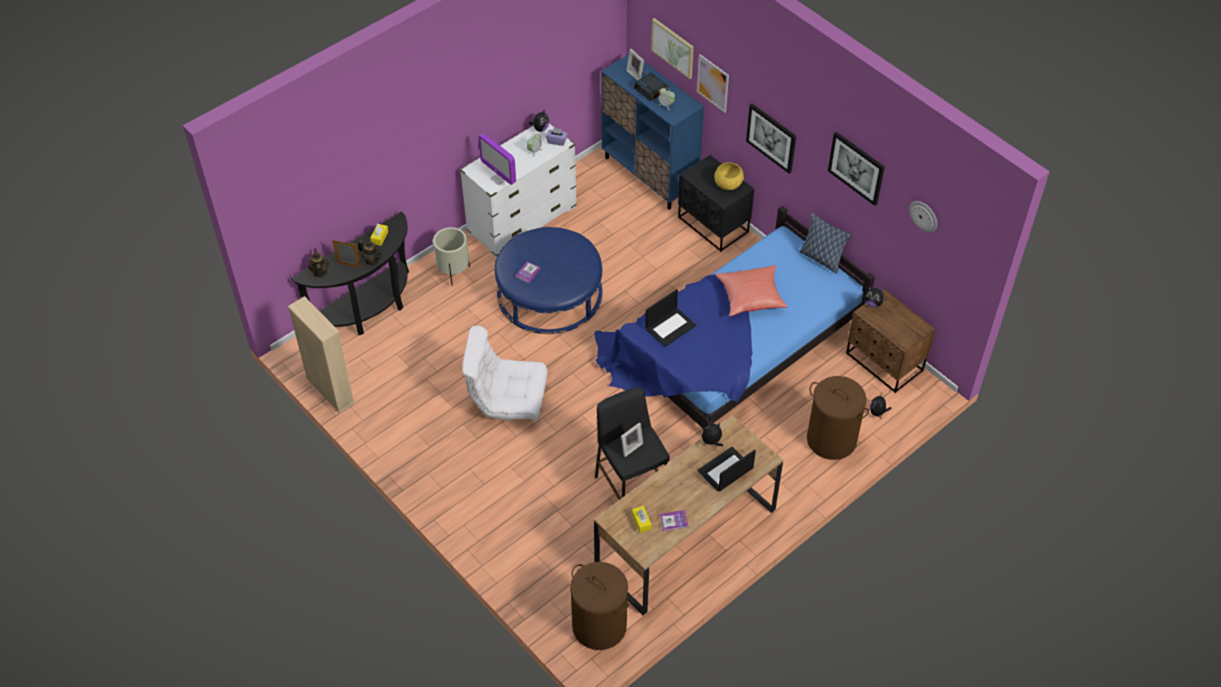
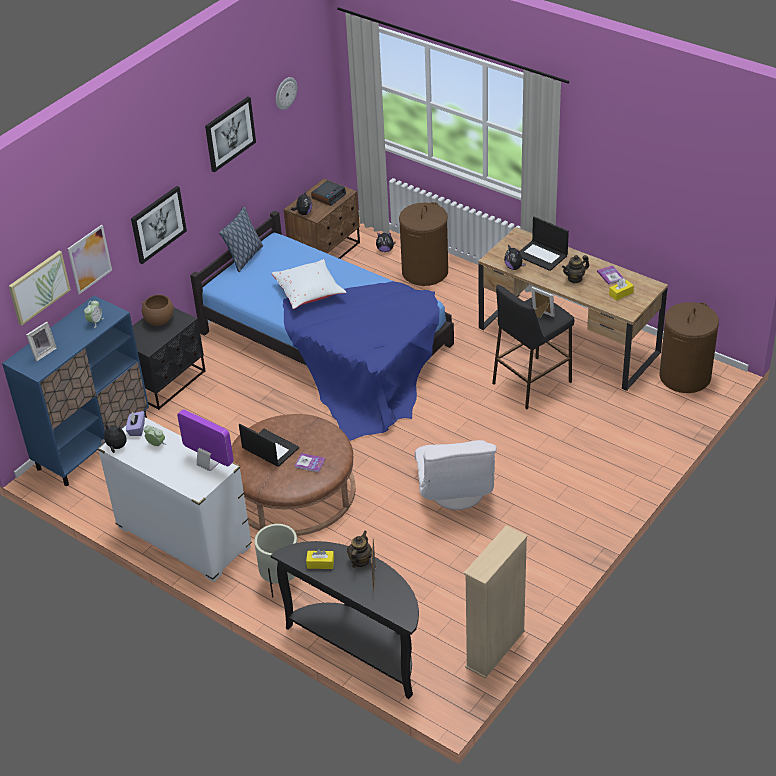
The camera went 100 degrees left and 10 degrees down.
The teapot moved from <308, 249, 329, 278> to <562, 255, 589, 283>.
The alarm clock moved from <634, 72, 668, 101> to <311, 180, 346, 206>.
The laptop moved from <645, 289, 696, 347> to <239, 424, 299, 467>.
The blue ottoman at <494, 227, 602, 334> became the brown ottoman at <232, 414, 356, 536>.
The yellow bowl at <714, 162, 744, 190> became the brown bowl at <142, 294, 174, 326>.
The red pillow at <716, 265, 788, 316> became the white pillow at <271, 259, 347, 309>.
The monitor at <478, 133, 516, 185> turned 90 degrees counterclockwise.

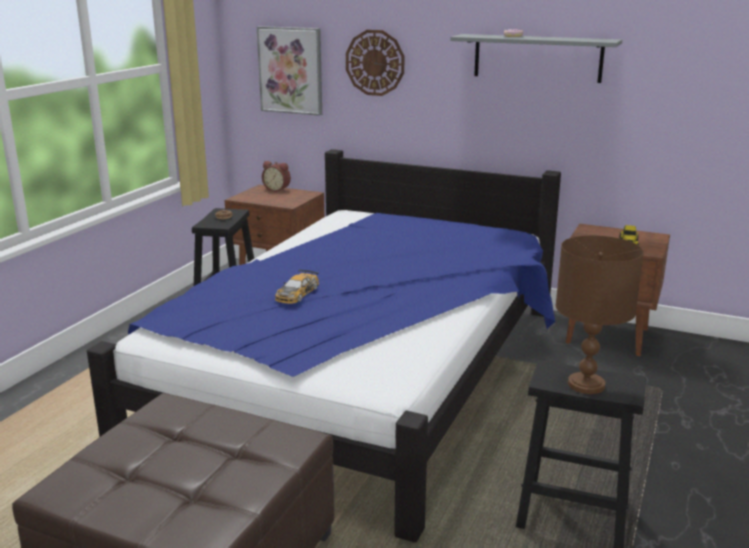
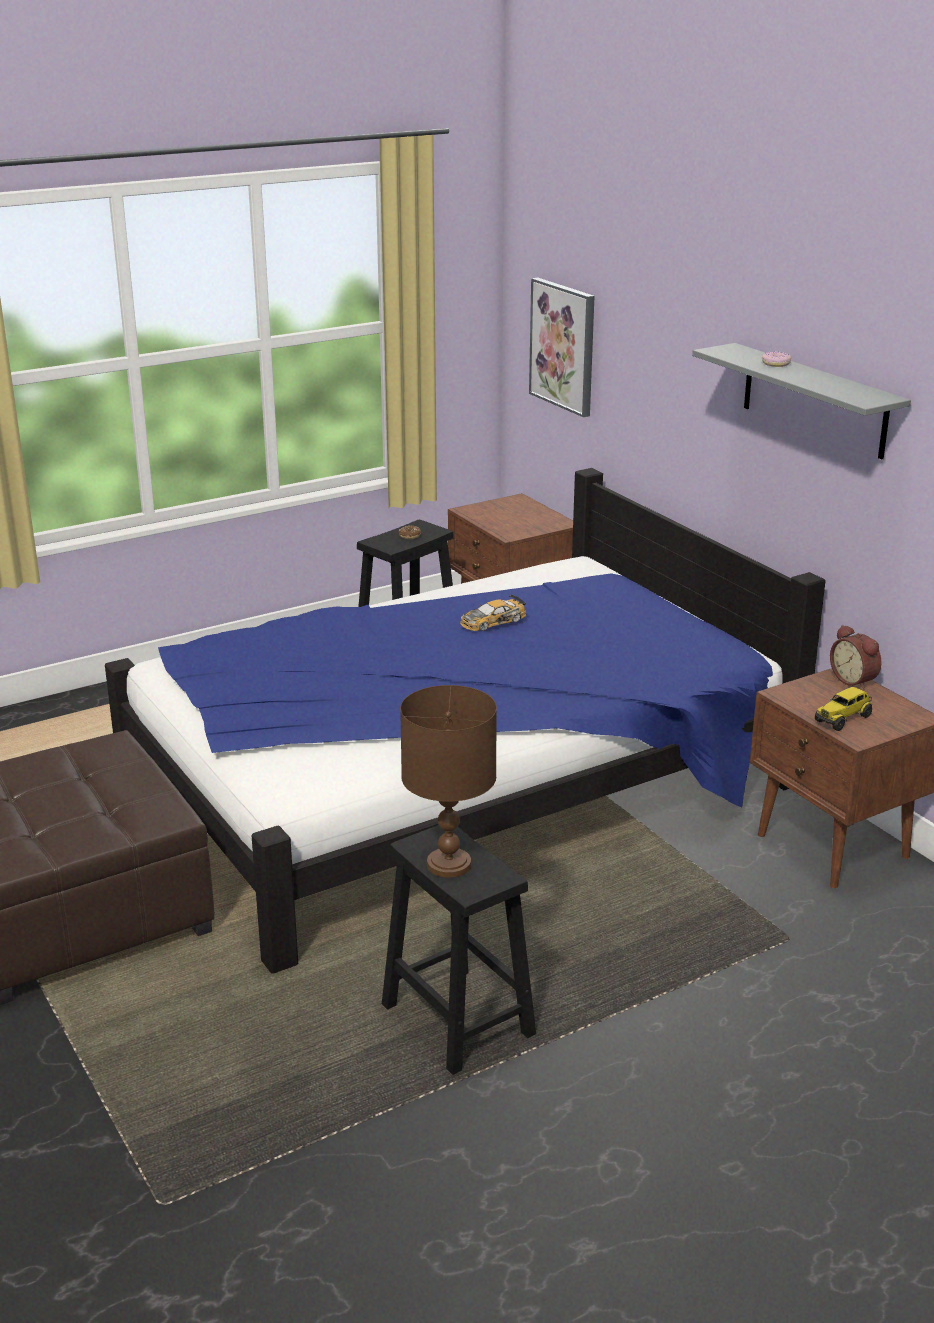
The camera went 35 degrees right and 5 degrees up.
The wall clock at <346, 30, 404, 96> disappeared.
The alarm clock moved from <262, 161, 291, 192> to <830, 625, 881, 690>.
The toy car moved from <275, 270, 319, 304> to <460, 595, 526, 631>.

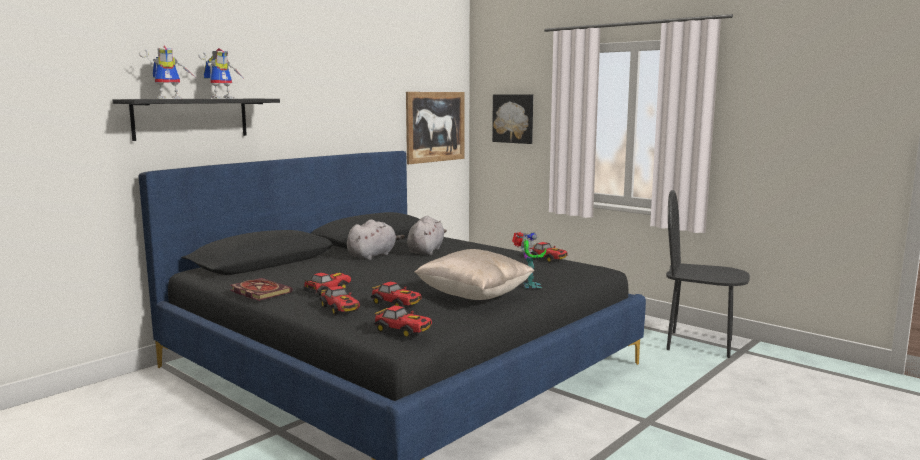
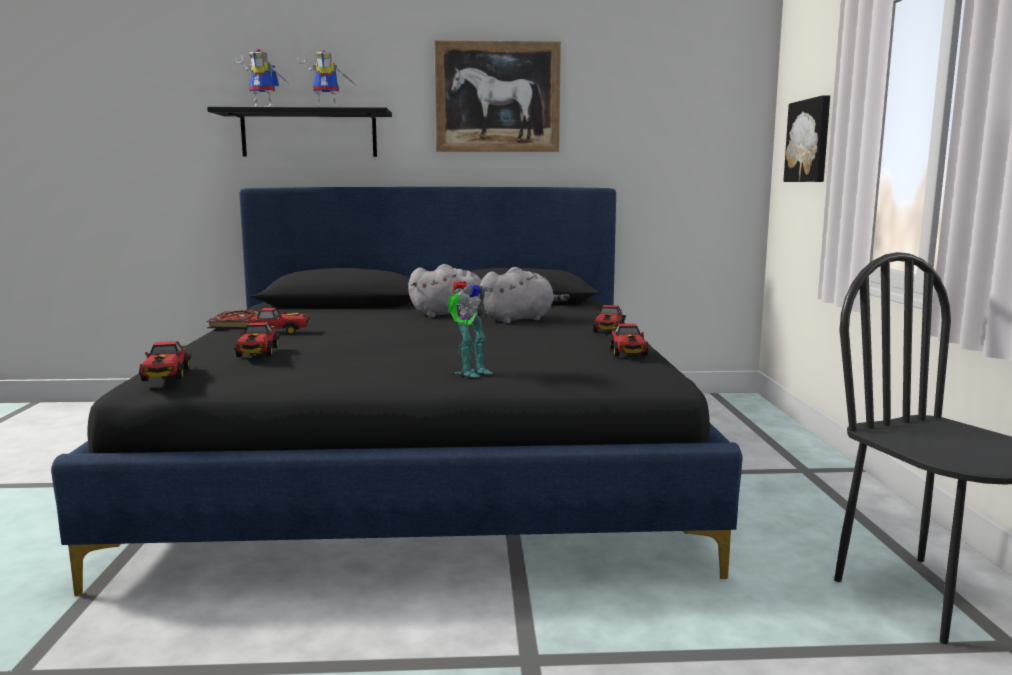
The camera went 45 degrees right and 0 degrees up.
The beige pillow at <414, 249, 534, 300> disappeared.
The toy car moved from <319, 286, 360, 315> to <593, 305, 626, 332>.
The picture moved from <406, 92, 465, 164> to <434, 40, 561, 152>.

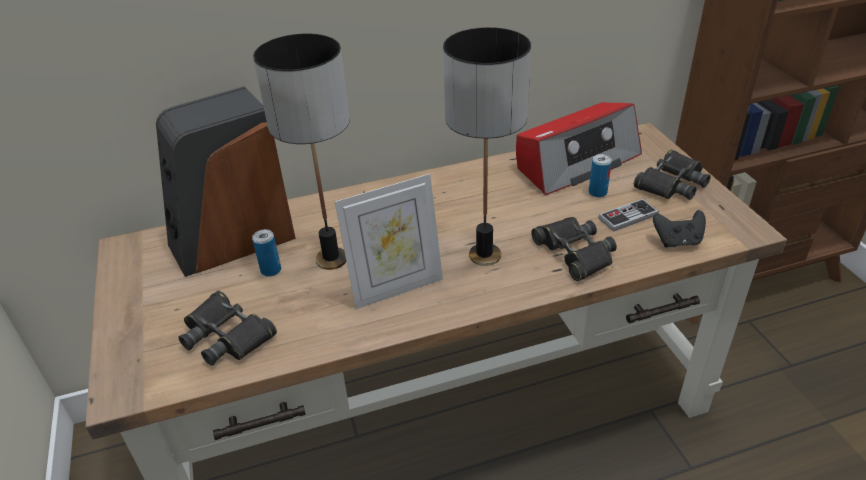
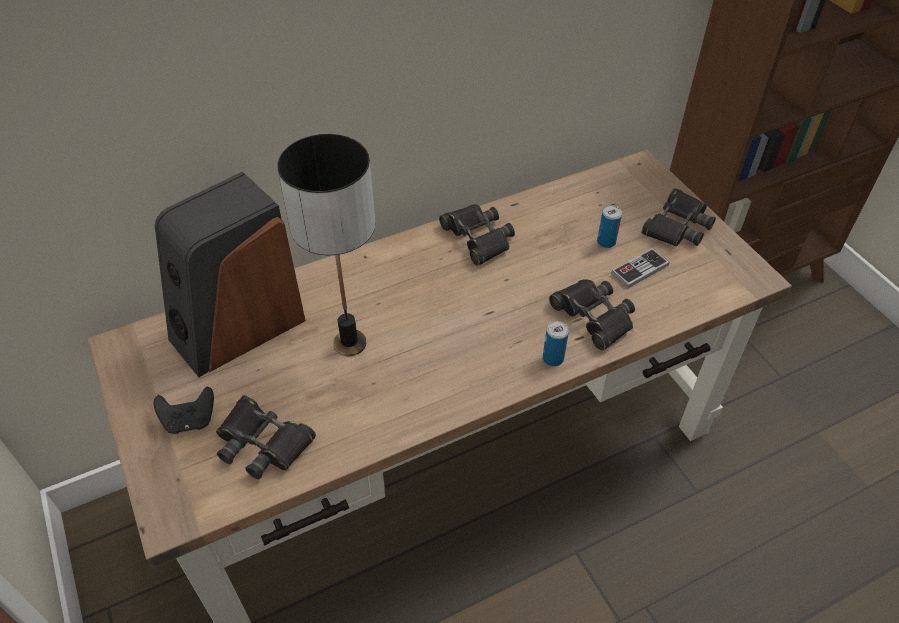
The camera went 10 degrees left and 10 degrees up.
The picture frame at <334, 174, 443, 309> disappeared.
The table lamp at <443, 27, 531, 266> disappeared.
The radio at <516, 102, 642, 195> disappeared.
The black binoculars at <439, 204, 515, 266> appeared.
The can moved from <252, 229, 281, 277> to <543, 321, 569, 366>.
The black game controller moved from <653, 210, 706, 247> to <153, 387, 214, 434>.

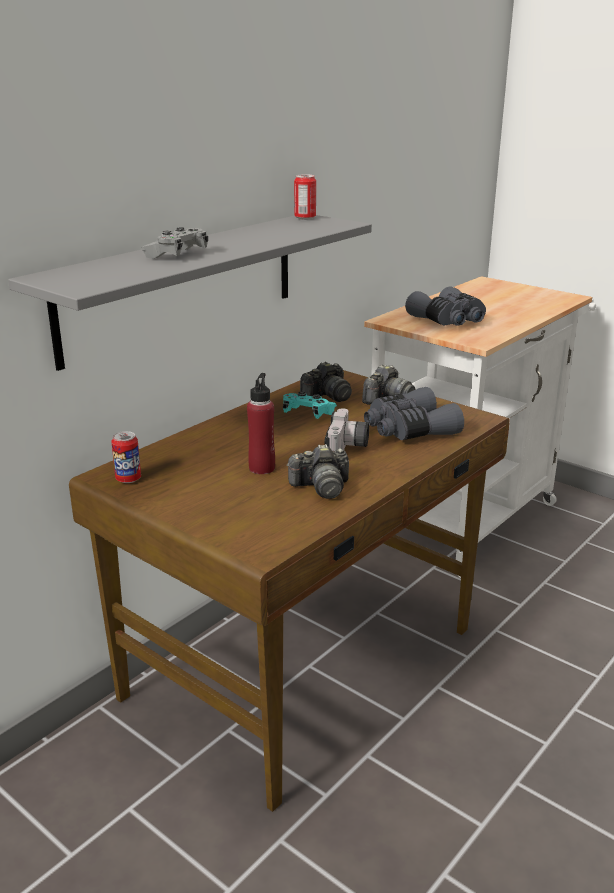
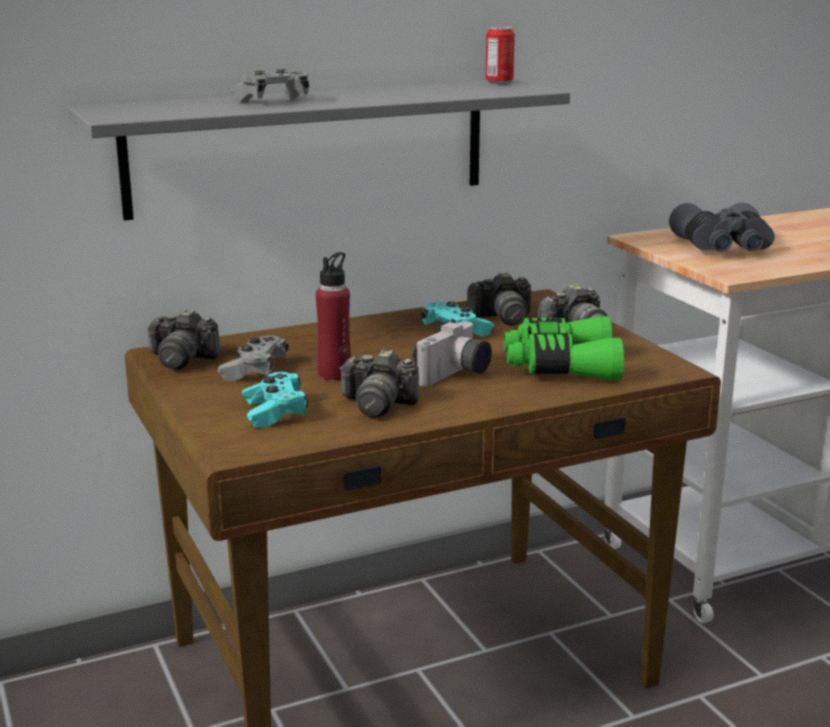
The camera went 25 degrees right and 5 degrees down.
The grey game controller at <218, 335, 289, 381> appeared.
The turquoise game controller at <242, 372, 308, 428> appeared.
The can at <111, 431, 141, 483> was replaced by the photo camera at <147, 309, 221, 369>.
The grey binoculars at <364, 387, 464, 440> became the green binoculars at <504, 316, 624, 381>.

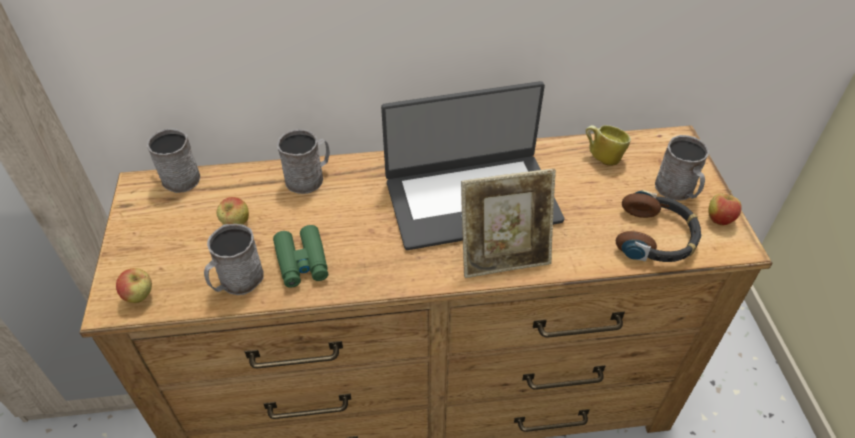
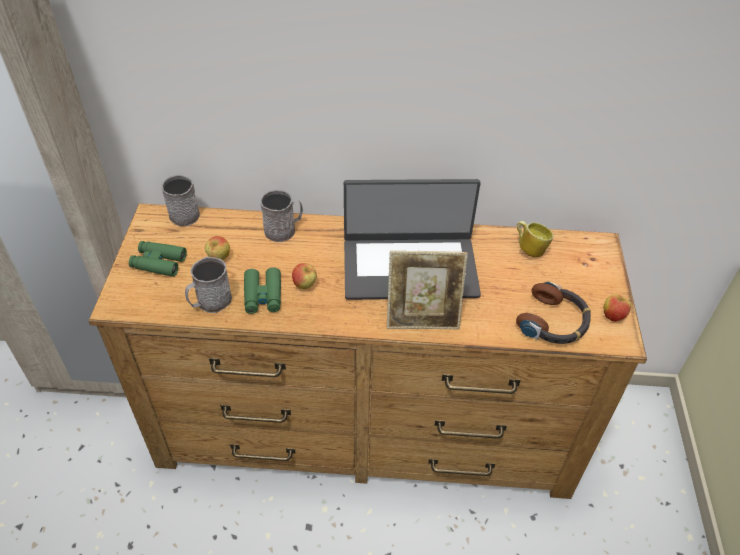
The camera went 10 degrees right and 0 degrees up.
The grey mug at <655, 135, 709, 200> disappeared.
The green binoculars at <129, 241, 187, 277> appeared.
The apple moved from <116, 268, 152, 303> to <292, 263, 317, 289>.

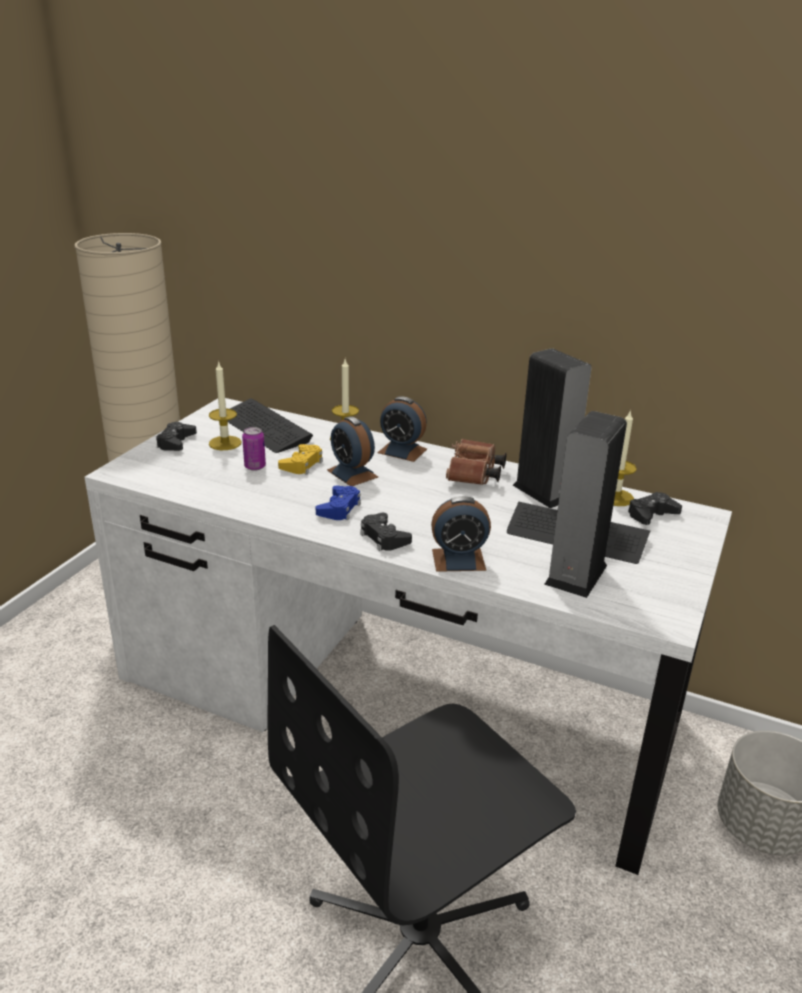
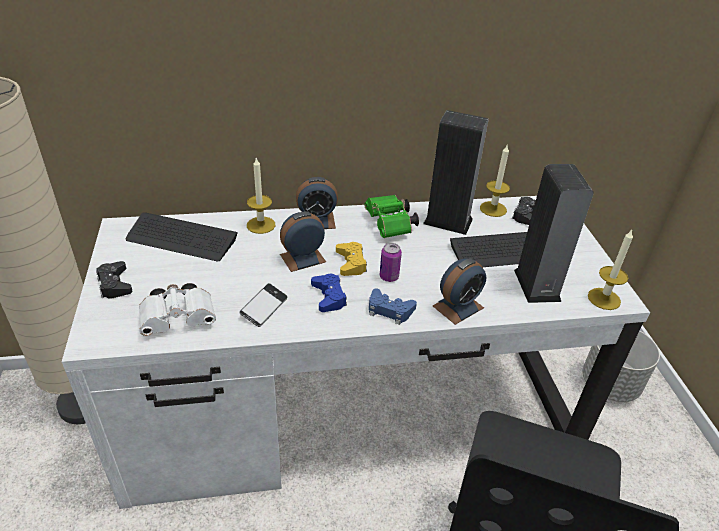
The camera went 35 degrees left and 10 degrees up.
The white binoculars at <139, 283, 216, 336> appeared.
The phone at <239, 283, 287, 327> appeared.
The candle moved from <209, 361, 242, 450> to <588, 230, 633, 310>.
The can moved from <242, 427, 266, 471> to <380, 243, 402, 282>.
The yellow game controller moved from <278, 444, 323, 475> to <336, 242, 367, 276>.
The black game controller at <360, 513, 412, 551> became the blue game controller at <369, 288, 417, 325>.
The brown binoculars at <446, 439, 506, 485> became the green binoculars at <364, 195, 419, 238>.
The alarm clock at <327, 416, 378, 486> turned 135 degrees clockwise.

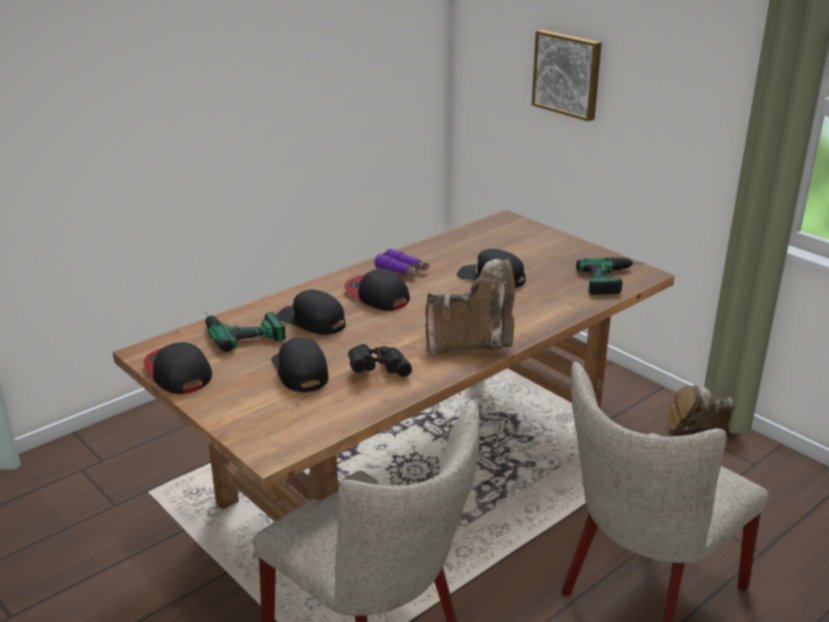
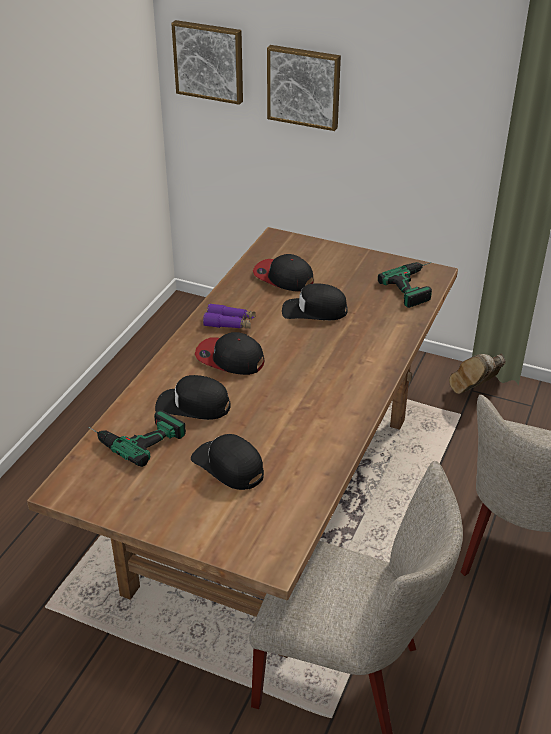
The camera went 25 degrees left and 10 degrees up.
The black binoculars at <348, 344, 412, 377> disappeared.
The brown boot at <425, 259, 515, 354> disappeared.
The picture at <171, 20, 243, 105> appeared.
The cap moved from <144, 342, 212, 394> to <253, 254, 314, 292>.

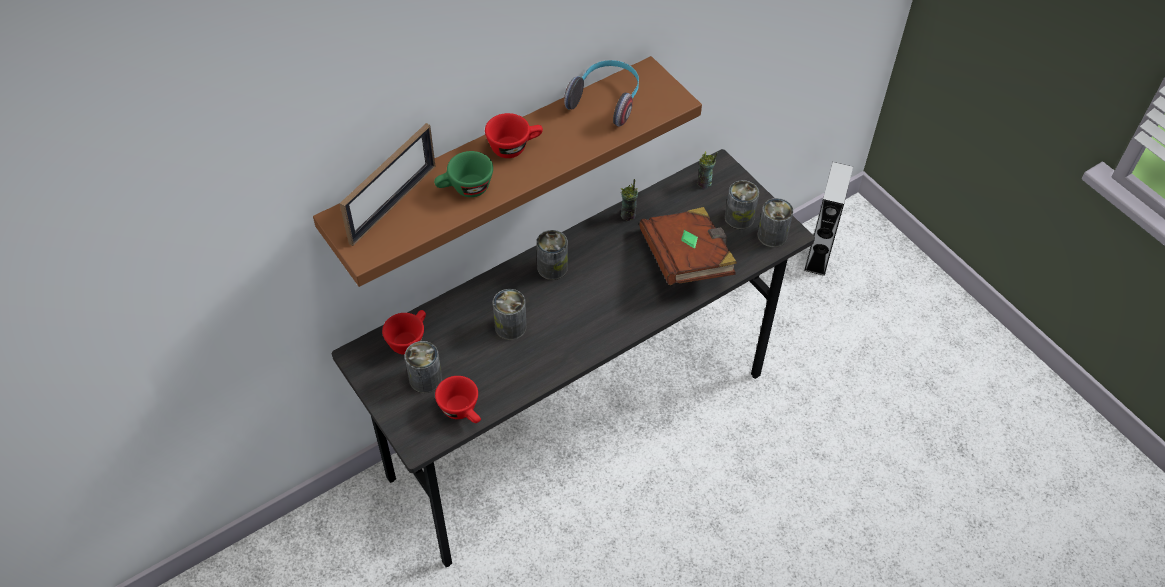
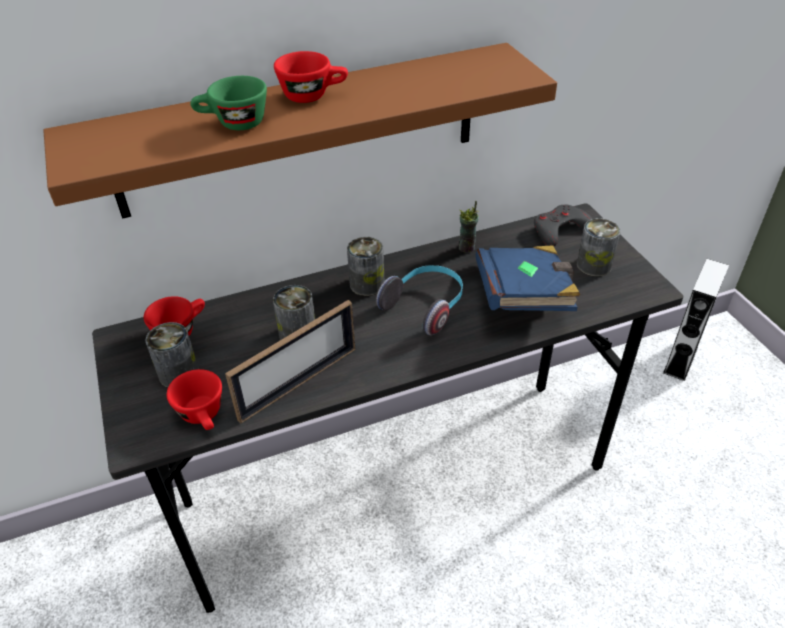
The camera went 15 degrees right and 10 degrees down.
The can at <758, 198, 793, 247> disappeared.
The picture frame moved from <340, 123, 436, 246> to <225, 300, 356, 423>.
The headphones moved from <564, 60, 639, 127> to <376, 265, 463, 335>.
The cup at <697, 151, 717, 189> was replaced by the grey game controller at <534, 204, 593, 246>.
The brown book at <639, 207, 737, 285> became the blue book at <476, 245, 580, 311>.

